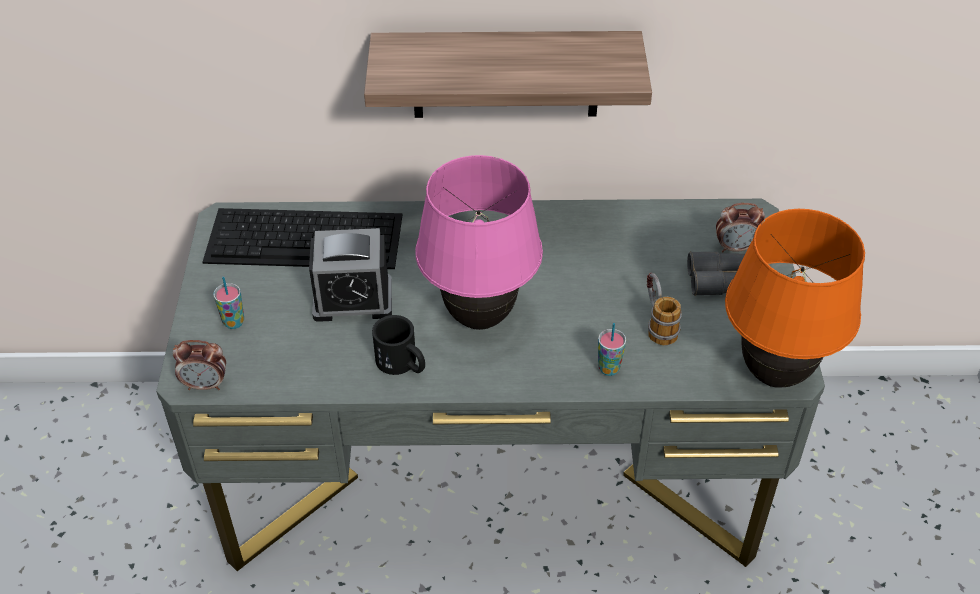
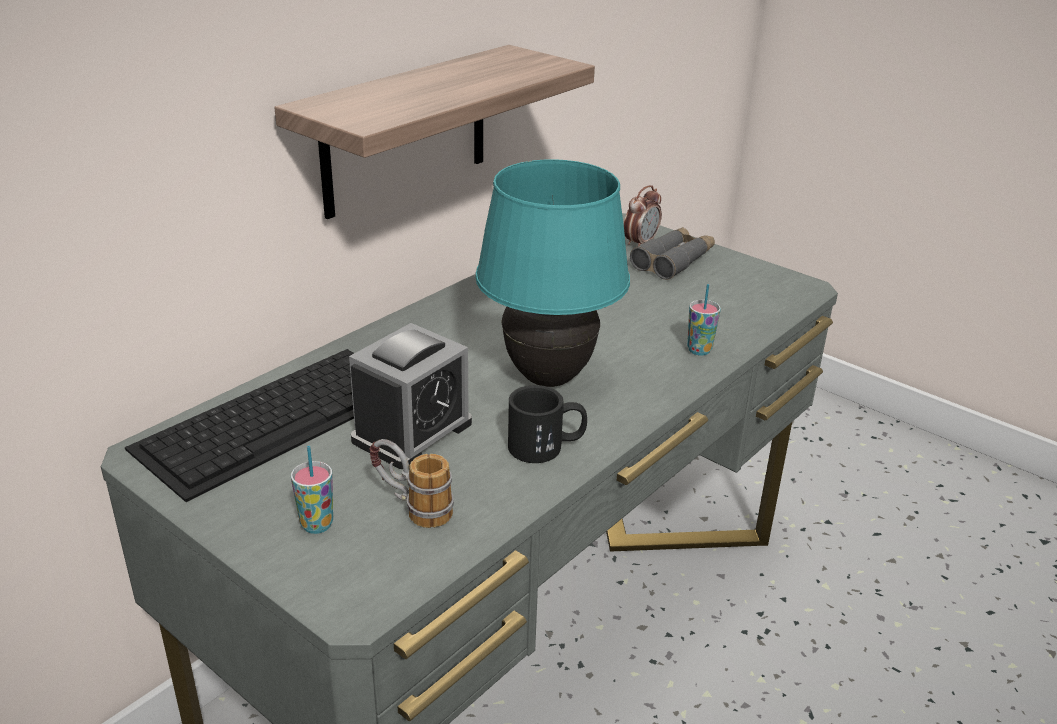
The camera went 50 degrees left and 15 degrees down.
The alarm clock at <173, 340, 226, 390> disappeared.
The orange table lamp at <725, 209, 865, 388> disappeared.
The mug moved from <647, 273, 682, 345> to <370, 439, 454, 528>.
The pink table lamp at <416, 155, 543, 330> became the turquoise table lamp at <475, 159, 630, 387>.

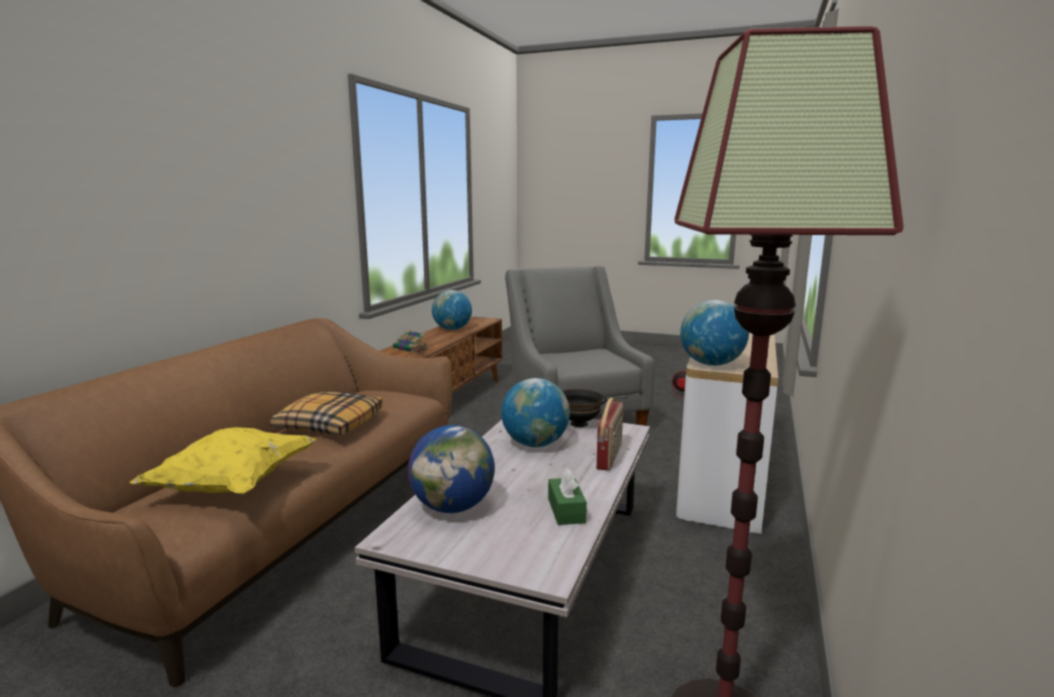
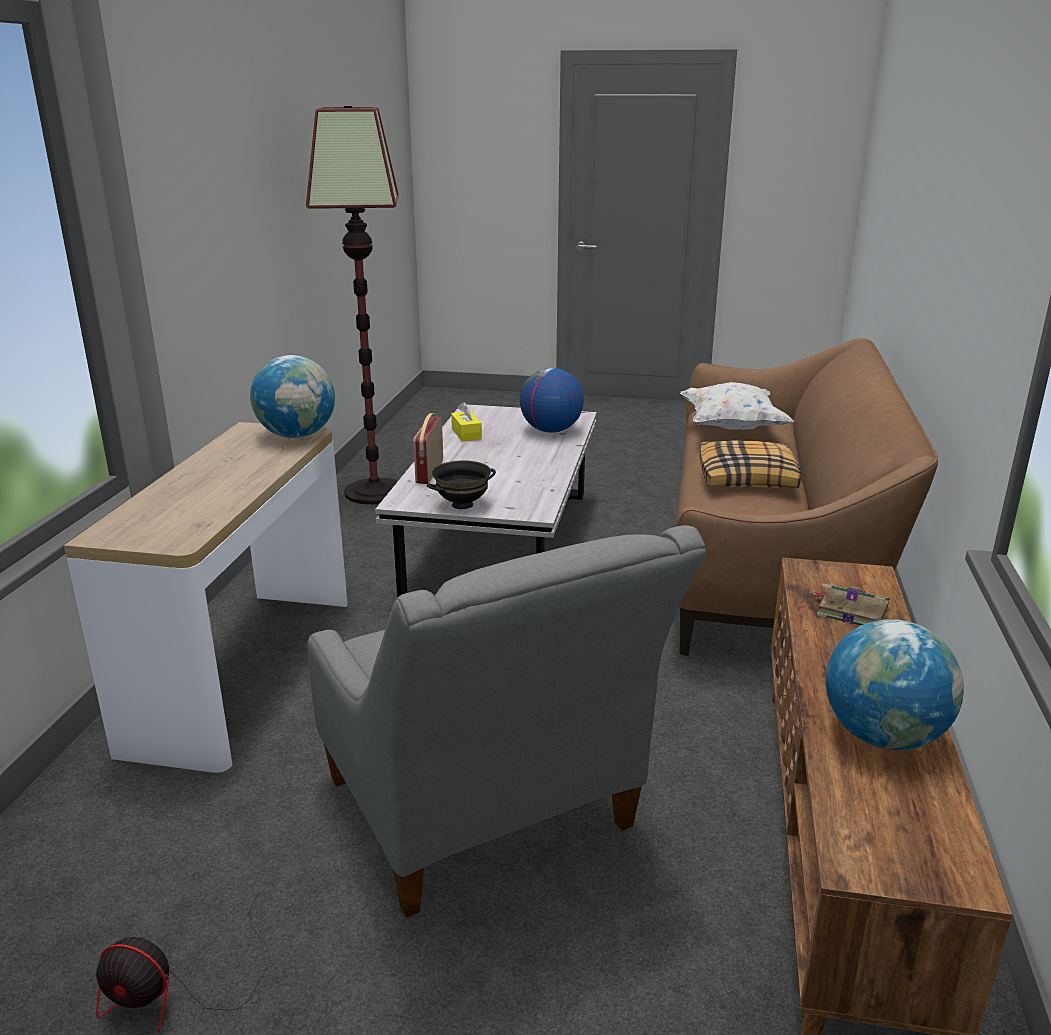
The camera went 170 degrees right and 10 degrees up.
The globe at <501, 378, 570, 447> disappeared.
The yellow pillow at <130, 427, 317, 495> became the white pillow at <680, 382, 794, 430>.
The green tissue box at <548, 469, 587, 525> became the yellow tissue box at <451, 402, 482, 441>.

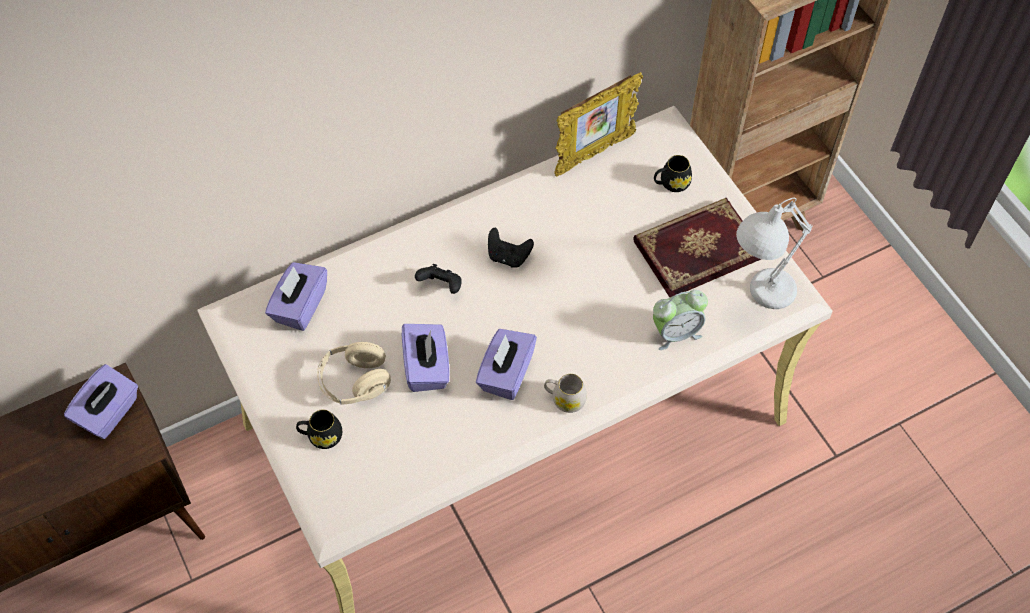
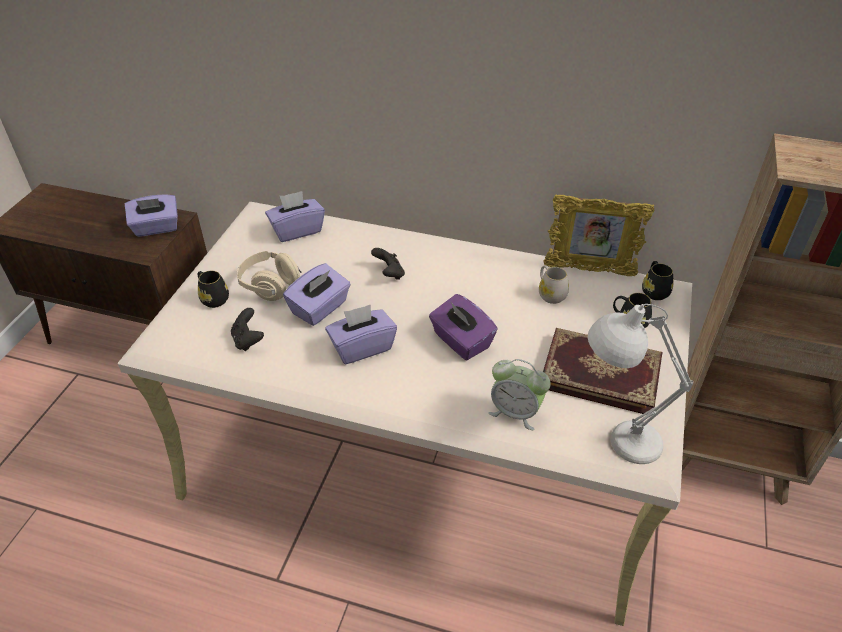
The camera went 45 degrees right and 15 degrees down.
The purple tissue box at <429, 294, 497, 360> appeared.
The black mug at <642, 261, 673, 300> appeared.
The black game controller moved from <488, 228, 534, 268> to <231, 308, 264, 351>.
The white mug moved from <544, 374, 587, 413> to <539, 265, 569, 304>.

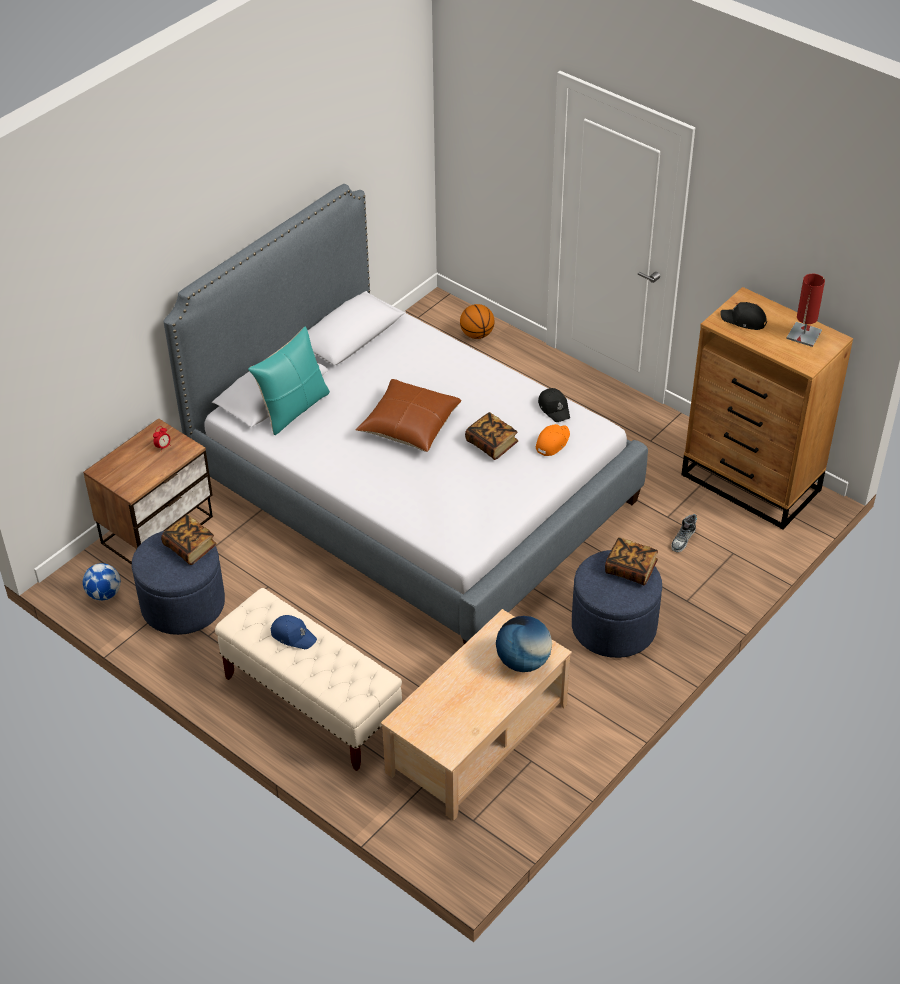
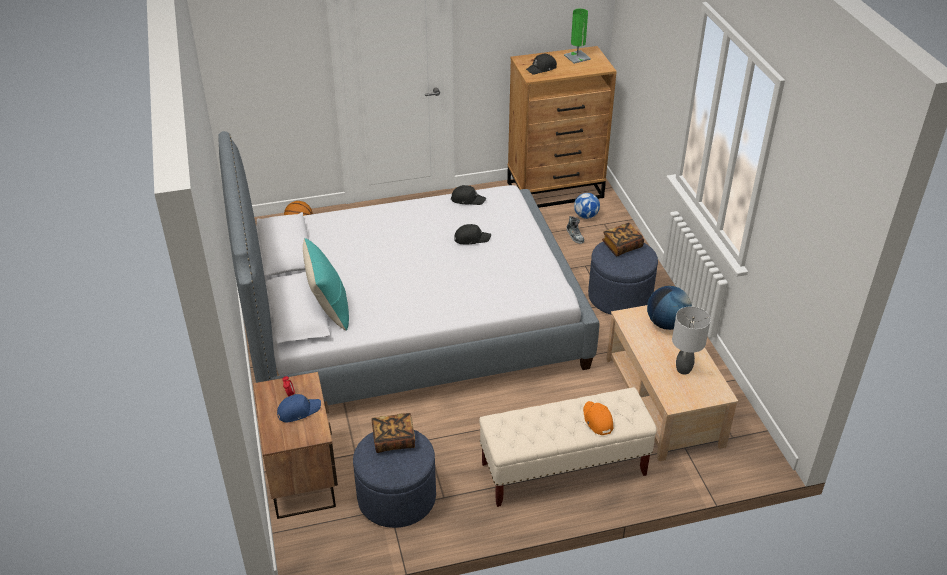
The camera went 55 degrees left and 5 degrees down.
The brown pillow at <356, 379, 461, 452> disappeared.
The grey table lamp at <672, 306, 711, 374> appeared.
The football moved from <83, 563, 121, 600> to <574, 193, 600, 219>.
The blue cap moved from <270, 615, 317, 649> to <277, 394, 321, 422>.
The orange cap moved from <536, 424, 570, 456> to <583, 401, 613, 435>.
The book at <465, 412, 518, 460> was replaced by the black cap at <454, 224, 491, 244>.
The red table lamp at <786, 274, 825, 347> became the green table lamp at <564, 8, 591, 64>.

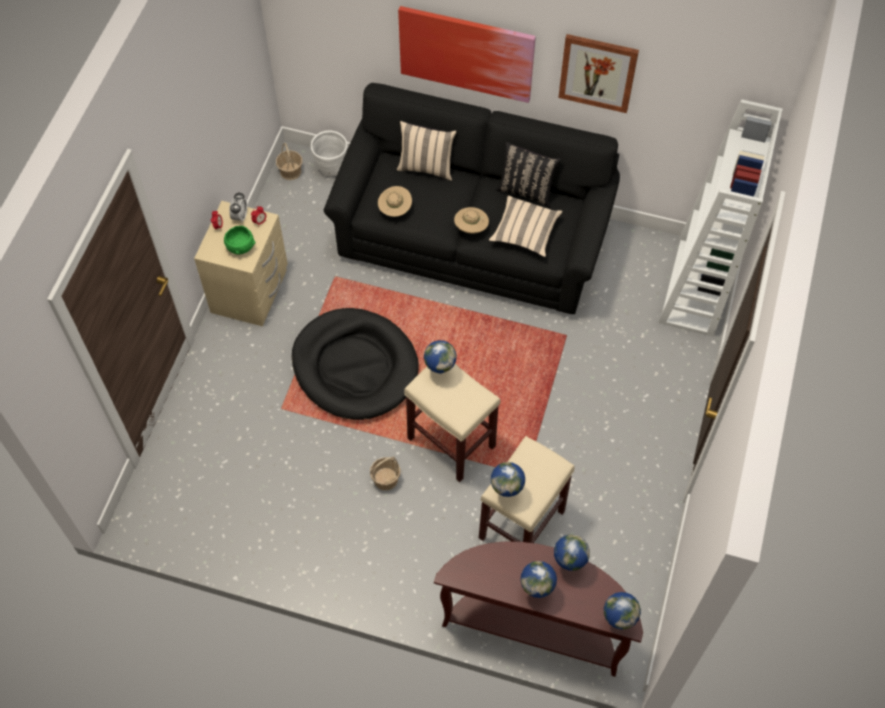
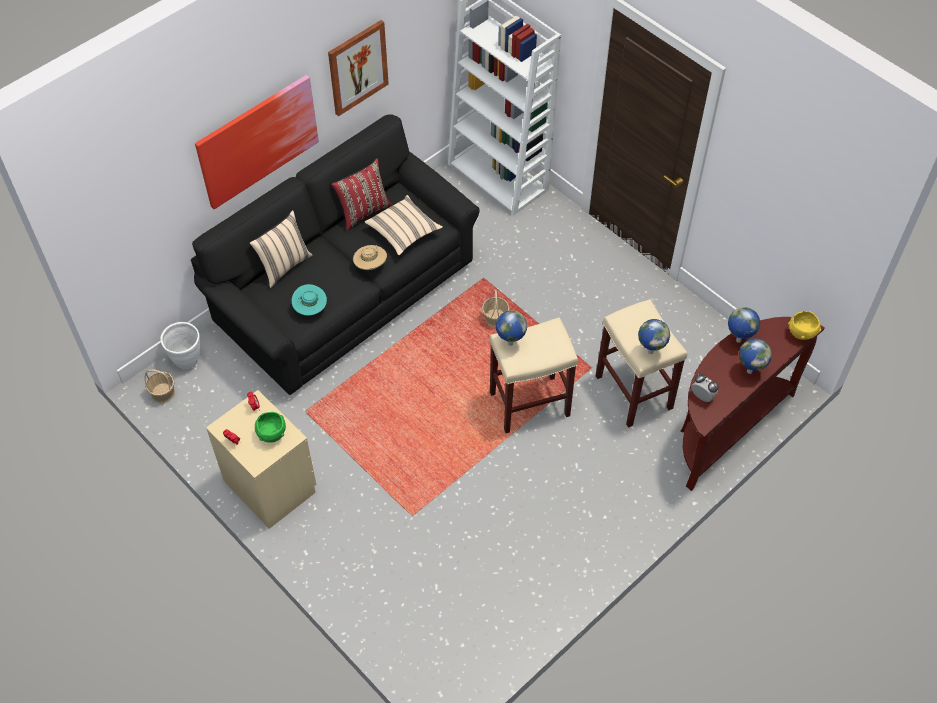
The camera went 60 degrees left and 5 degrees down.
The black dog bed at <292, 308, 419, 420> disappeared.
The alarm clock moved from <229, 192, 247, 222> to <691, 374, 719, 402>.
The basket moved from <370, 456, 400, 491> to <482, 290, 509, 327>.
The globe at <604, 592, 641, 630> was replaced by the yellow bowl at <788, 311, 821, 340>.
The beige hat at <378, 186, 412, 217> became the turquoise hat at <292, 284, 327, 316>.
The black pillow at <496, 142, 561, 208> became the red pillow at <331, 158, 392, 231>.

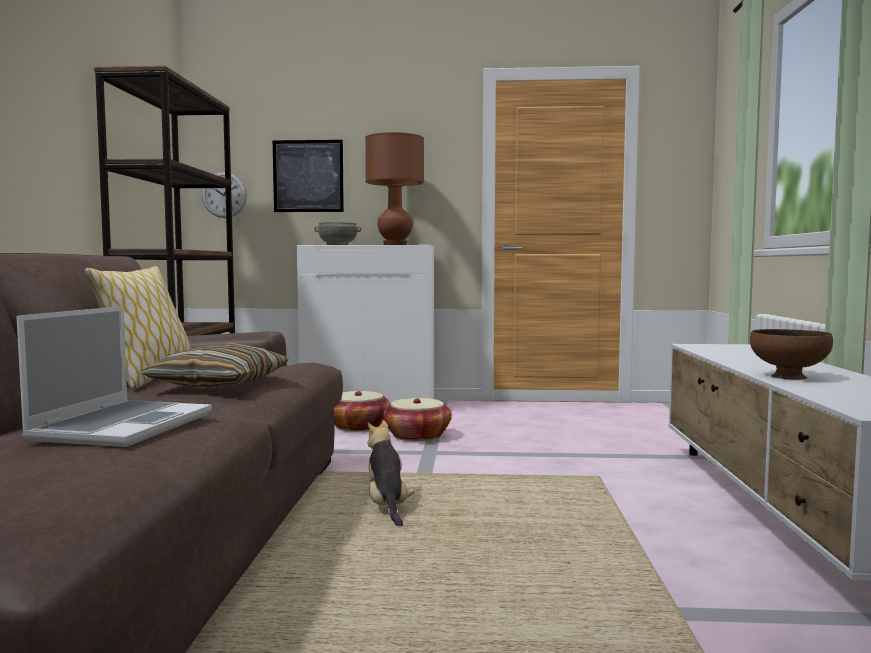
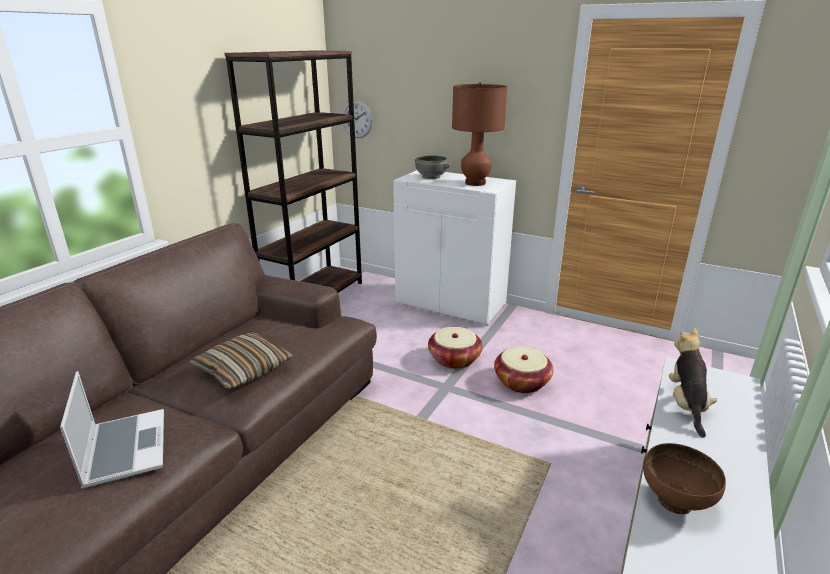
The camera went 25 degrees right and 20 degrees up.
The pillow at <85, 266, 191, 390> disappeared.
The picture at <273, 140, 344, 212> disappeared.
The basket moved from <333, 391, 390, 431> to <494, 347, 553, 393>.
The plush toy moved from <367, 420, 415, 526> to <669, 328, 717, 438>.
The laptop at <16, 306, 212, 447> turned 60 degrees counterclockwise.

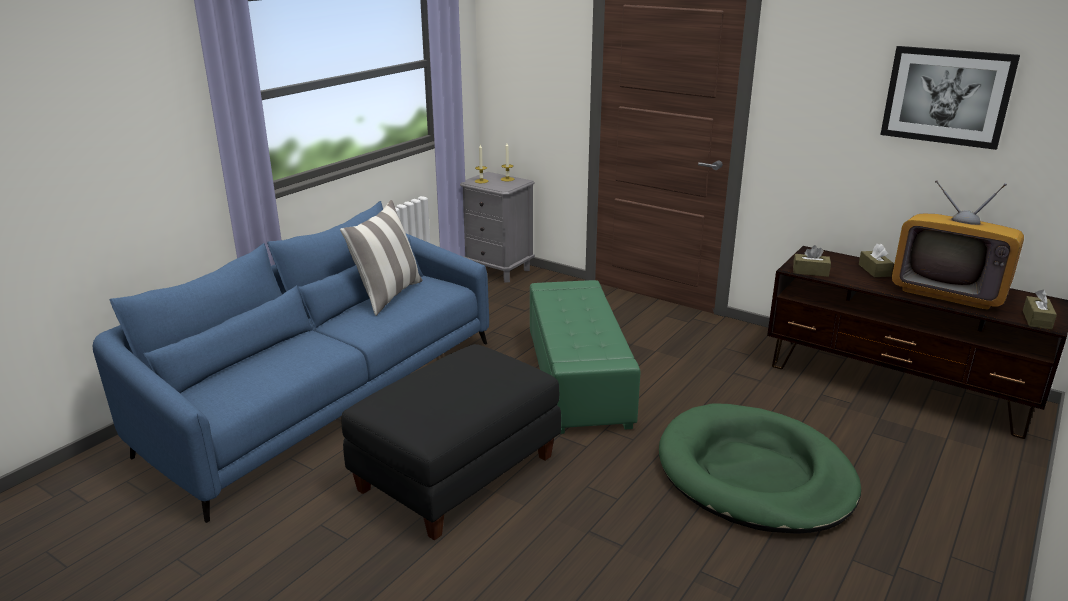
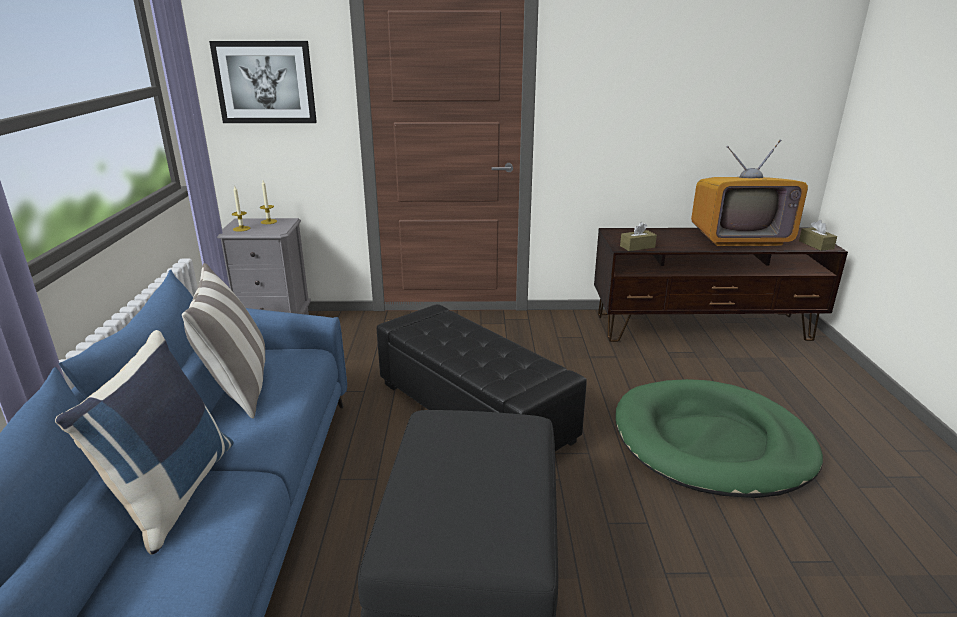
The camera went 35 degrees left and 0 degrees up.
The brown tissue box at <859, 244, 894, 277> disappeared.
The blue pillow at <55, 330, 234, 555> appeared.
The picture moved from <880, 46, 1020, 150> to <209, 41, 317, 123>.
The green ottoman at <530, 280, 640, 434> became the black ottoman at <377, 304, 587, 451>.

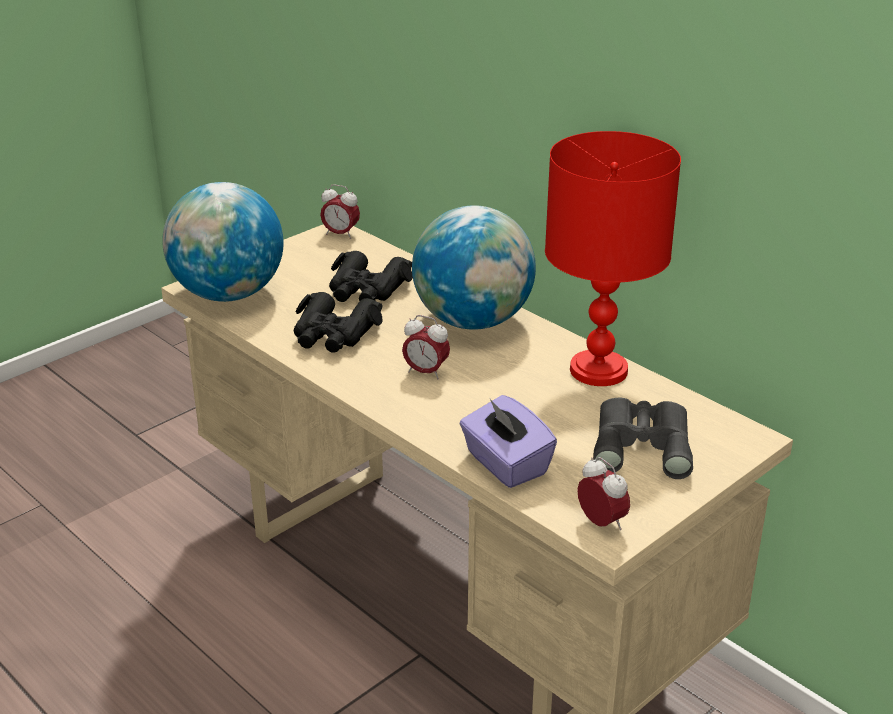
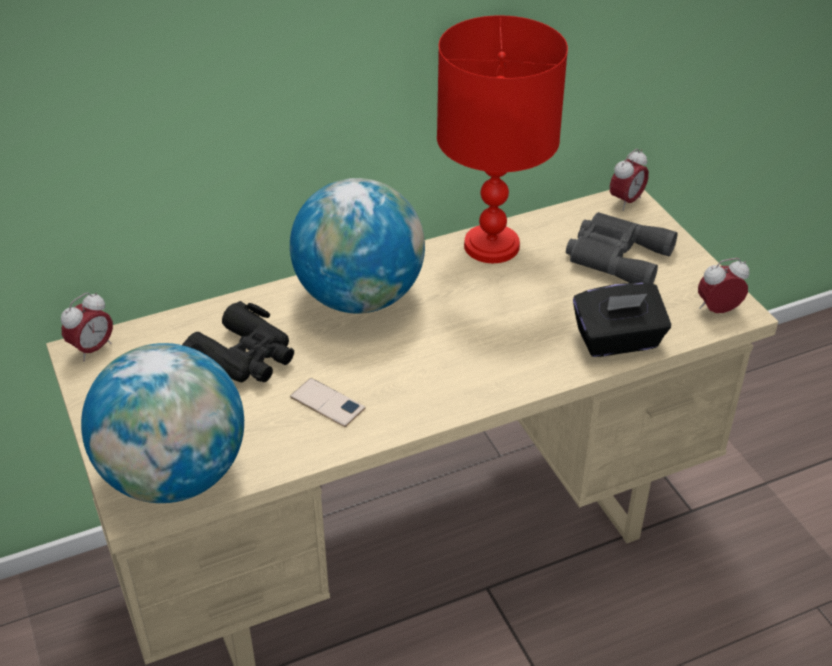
The camera went 70 degrees left and 10 degrees up.
The alarm clock moved from <402, 315, 450, 379> to <610, 149, 649, 211>.
The black binoculars at <294, 292, 383, 353> was replaced by the phone at <290, 378, 365, 427>.
The purple tissue box at <459, 395, 557, 488> became the black tissue box at <573, 283, 671, 357>.

